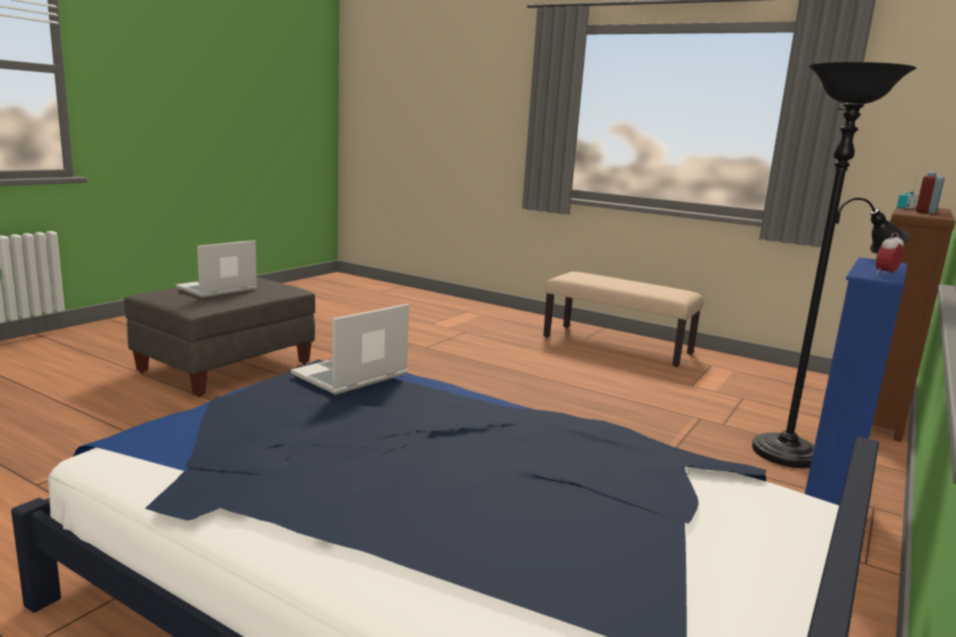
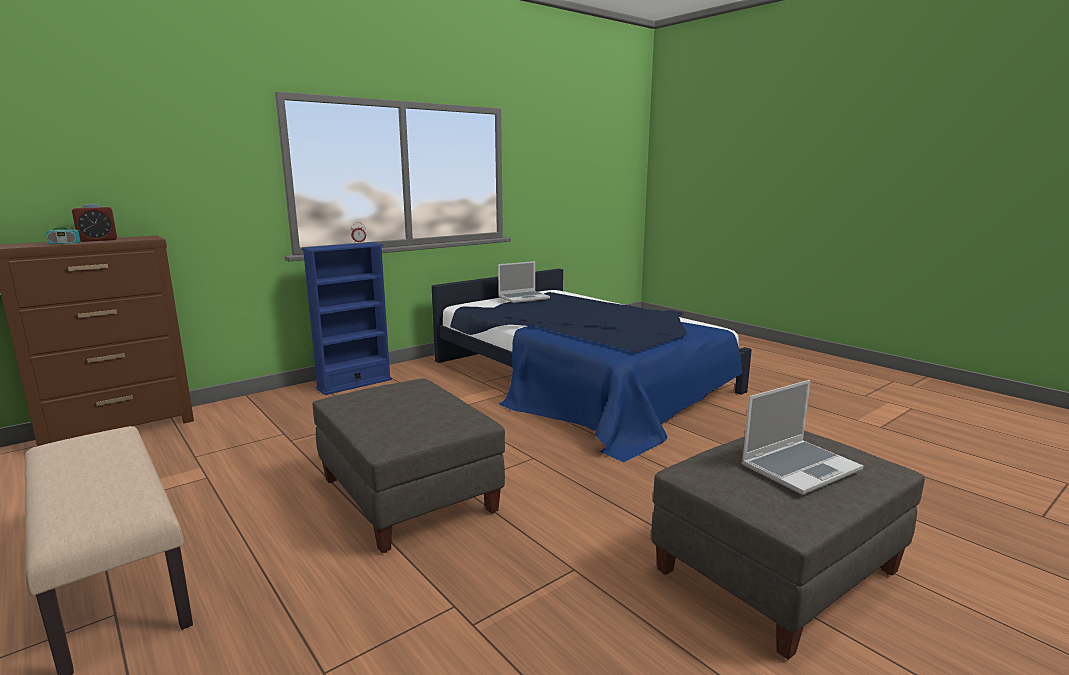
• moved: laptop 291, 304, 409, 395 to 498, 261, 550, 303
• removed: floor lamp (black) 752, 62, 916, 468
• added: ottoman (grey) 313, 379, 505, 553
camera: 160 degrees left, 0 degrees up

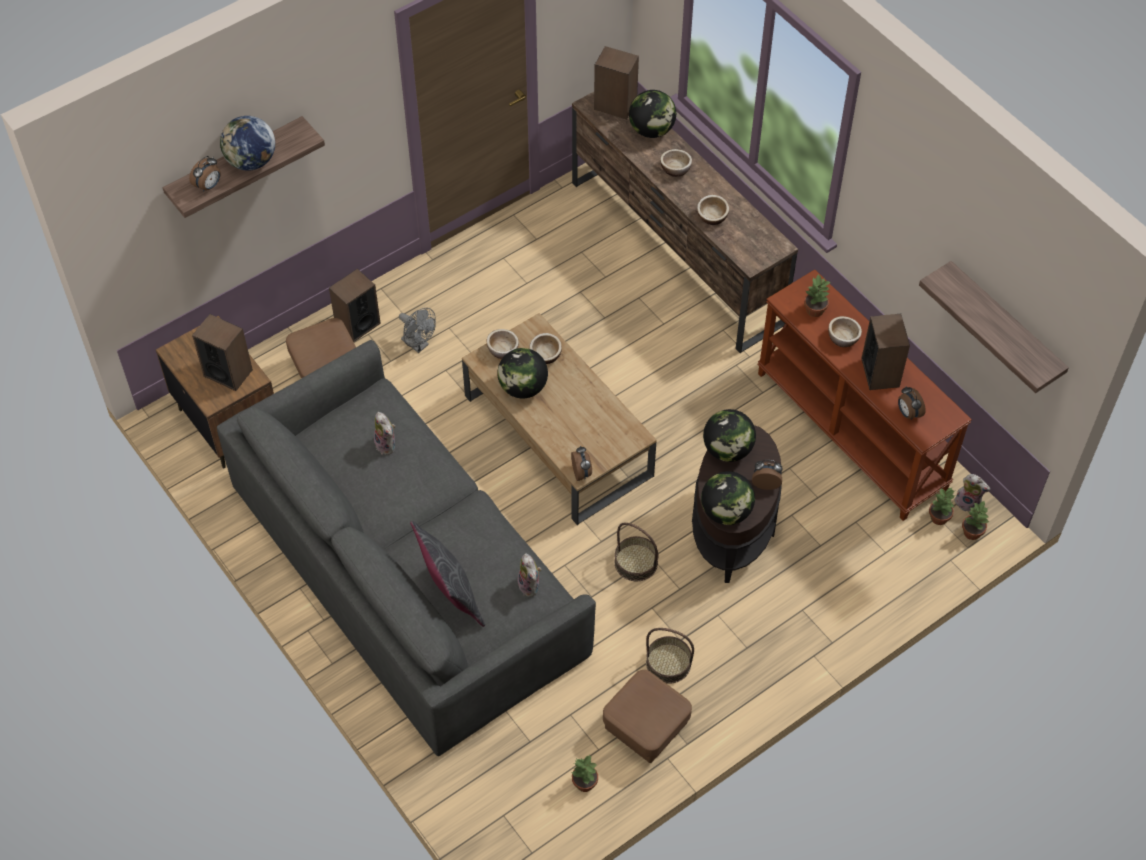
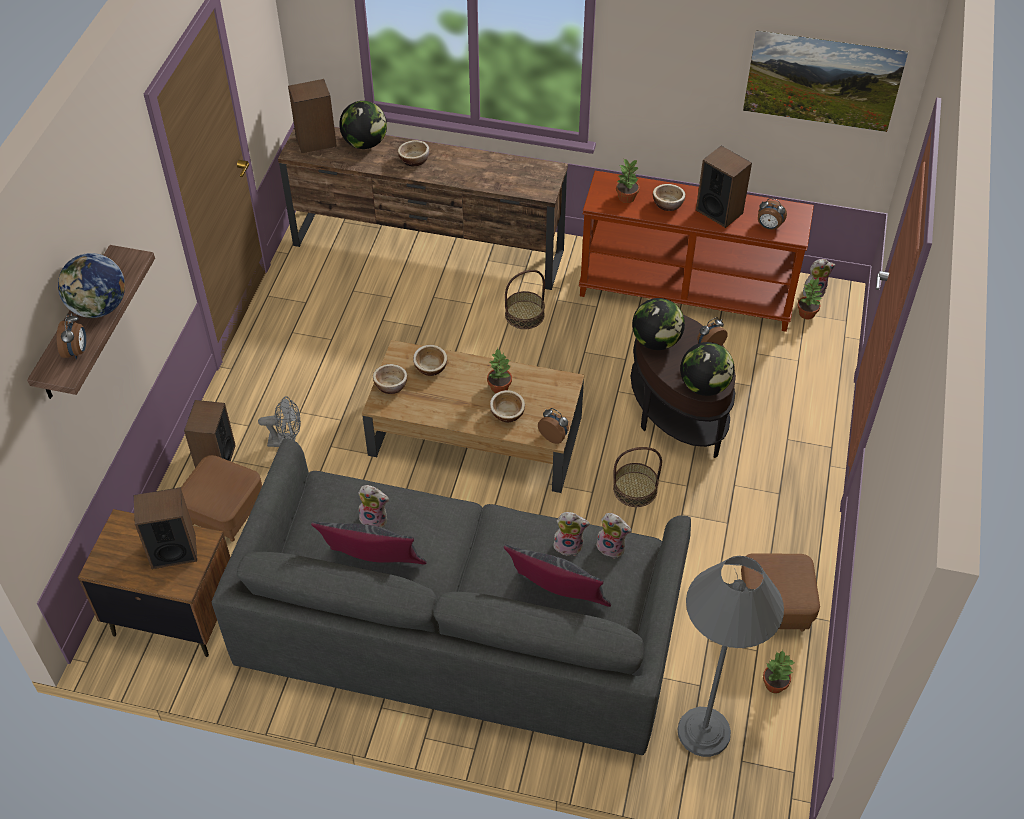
• removed: globe 497, 348, 548, 398
• moved: basket 646, 628, 694, 684 to 505, 270, 545, 329
• moved: bowl 697, 195, 729, 225 to 490, 390, 525, 422
• replaced: shelf 919, 261, 1069, 393 to picture 743, 30, 908, 132
• moved: potted plant 962, 500, 989, 540 to 487, 348, 512, 393
• added: pillow (grey) 311, 521, 427, 564
• added: plush toy 552, 512, 590, 556
• added: floor lamp (grey) 677, 556, 784, 757
camera: 40 degrees left, 5 degrees down

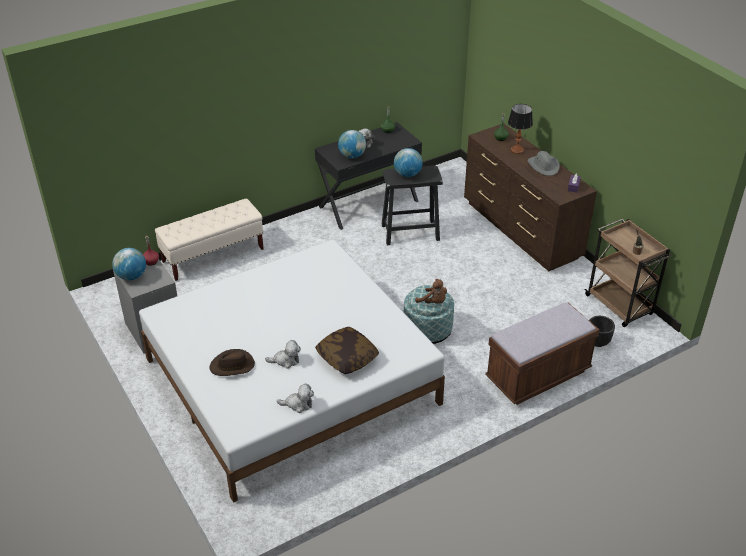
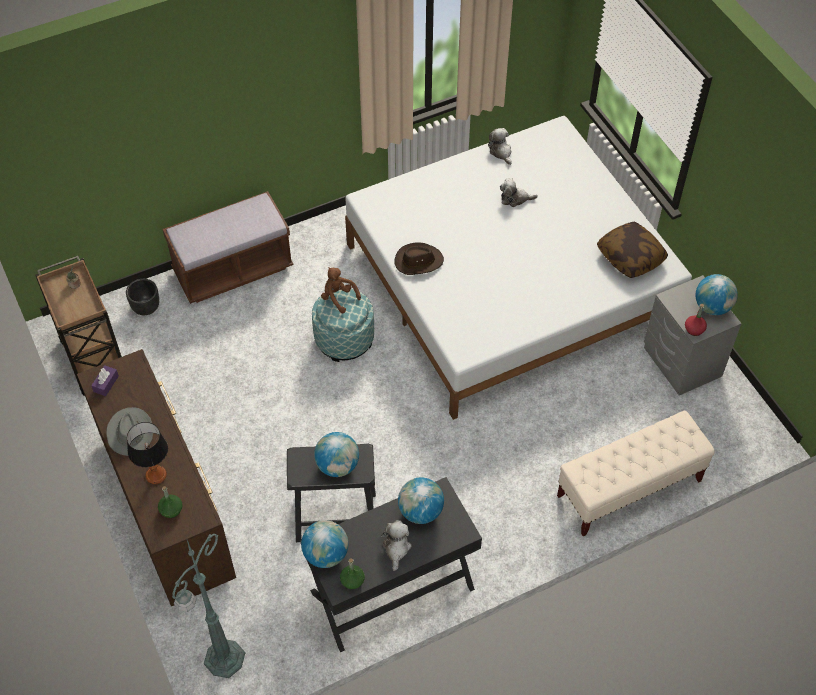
• moved: hat (brown) 209, 349, 255, 376 to 394, 242, 444, 275
• turned: plush toy 277, 384, 314, 413 = 488, 128, 512, 165 60 degrees clockwise
• moved: pillow 315, 327, 379, 374 to 597, 222, 668, 278
• added: floor lamp (green) 172, 534, 245, 678
• added: globe 301, 520, 348, 568
camera: 175 degrees left, 15 degrees up

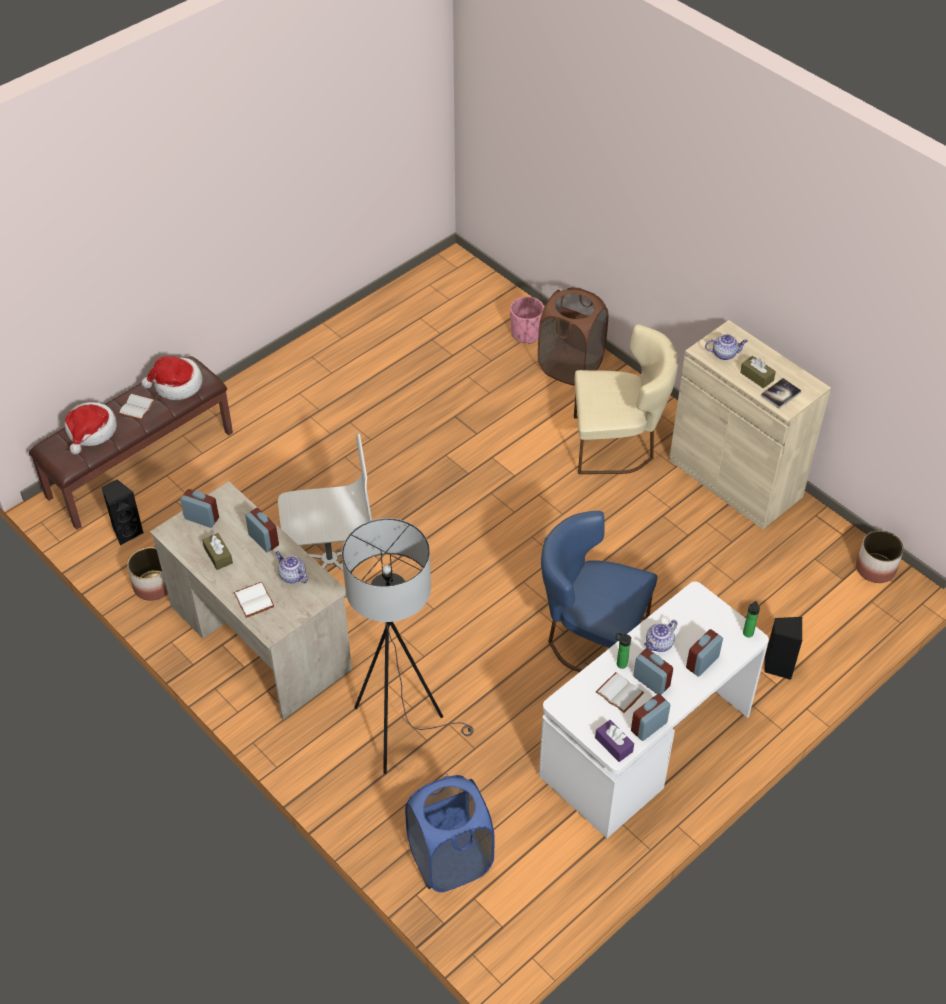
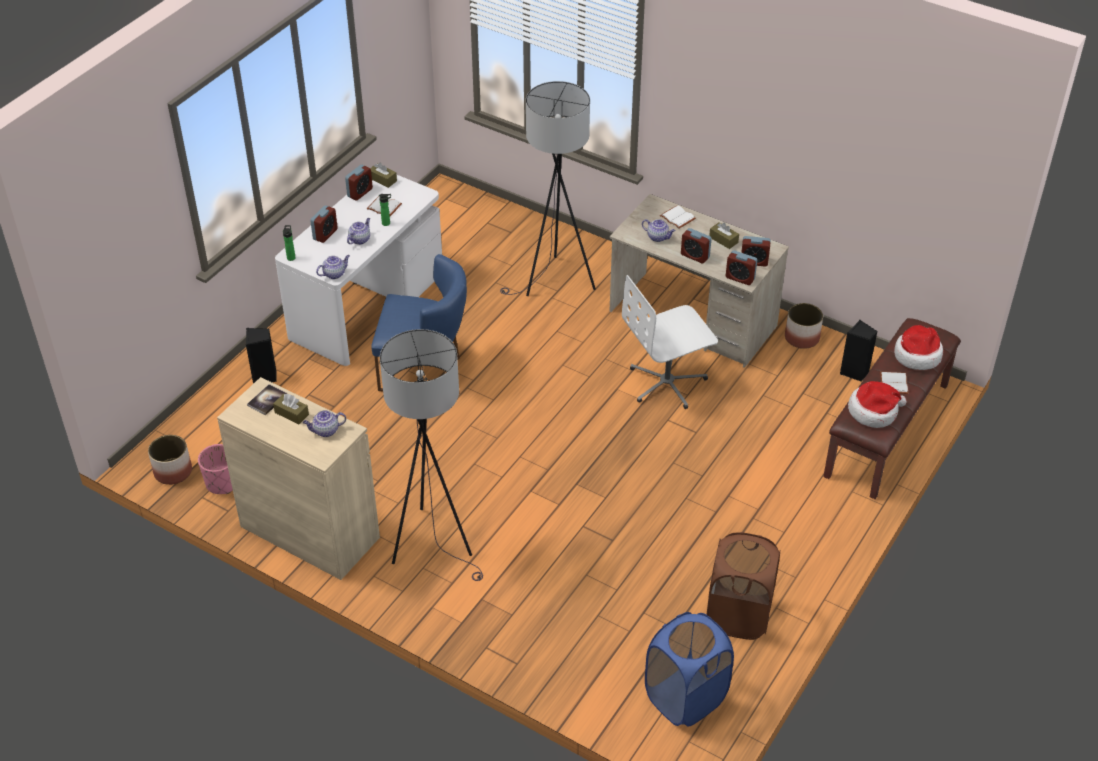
• moved: laundry basket (blue) 405, 775, 495, 892 to 645, 612, 734, 726
• moved: planter (pink) 510, 296, 544, 344 to 198, 444, 233, 494
• moved: laundry basket (brown) 538, 287, 608, 385 to 707, 532, 780, 640
• replaced: chair (beige) 574, 325, 679, 474 to floor lamp (grey) 380, 329, 483, 581
• recoloured: tissue box (purple) 595, 720, 634, 762 to tissue box (brown) 370, 163, 397, 188
• moved: alarm clock 633, 648, 673, 695 to 726, 250, 757, 285
• added: teapot 316, 255, 350, 279
camera: 165 degrees right, 5 degrees down

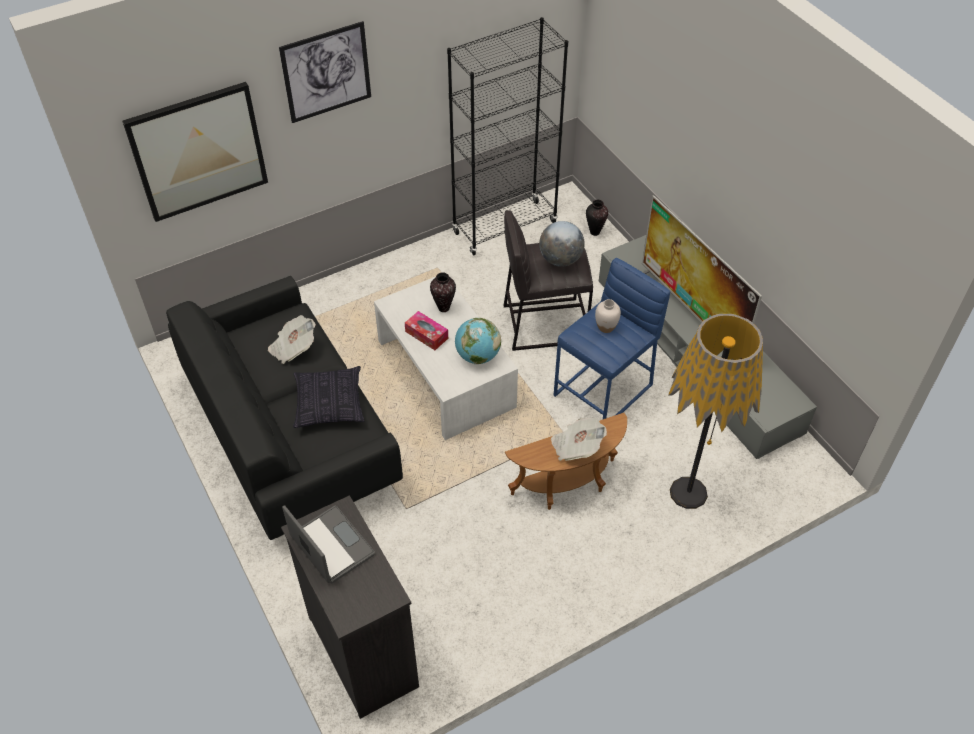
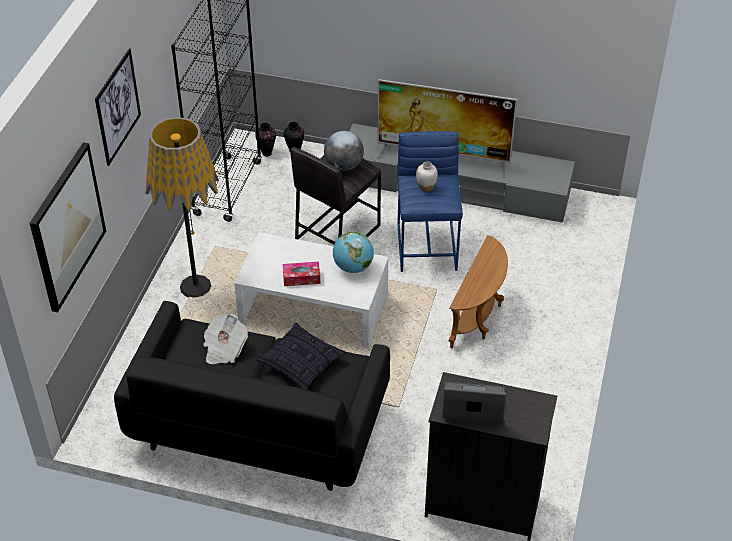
• moved: vase 430, 272, 456, 312 to 255, 123, 276, 157
• removed: newspaper 551, 417, 607, 461
• moved: floor lamp 668, 314, 763, 509 to 145, 117, 219, 298
camera: 45 degrees left, 5 degrees down

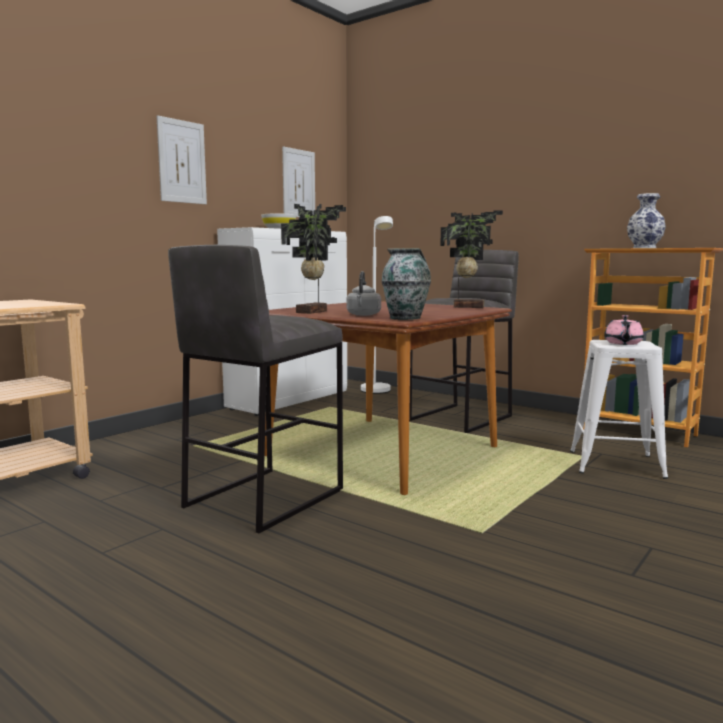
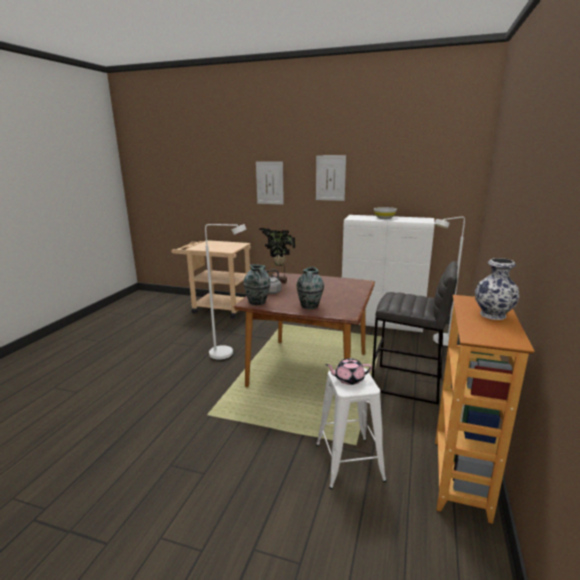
• replaced: stool (grey) 168, 245, 343, 533 to floor lamp (white) 205, 224, 246, 360
• moved: picture 282, 146, 315, 217 to 256, 161, 284, 205
• removed: potted plant 440, 210, 503, 308
• added: vase 296, 266, 324, 309
camera: 70 degrees right, 10 degrees up

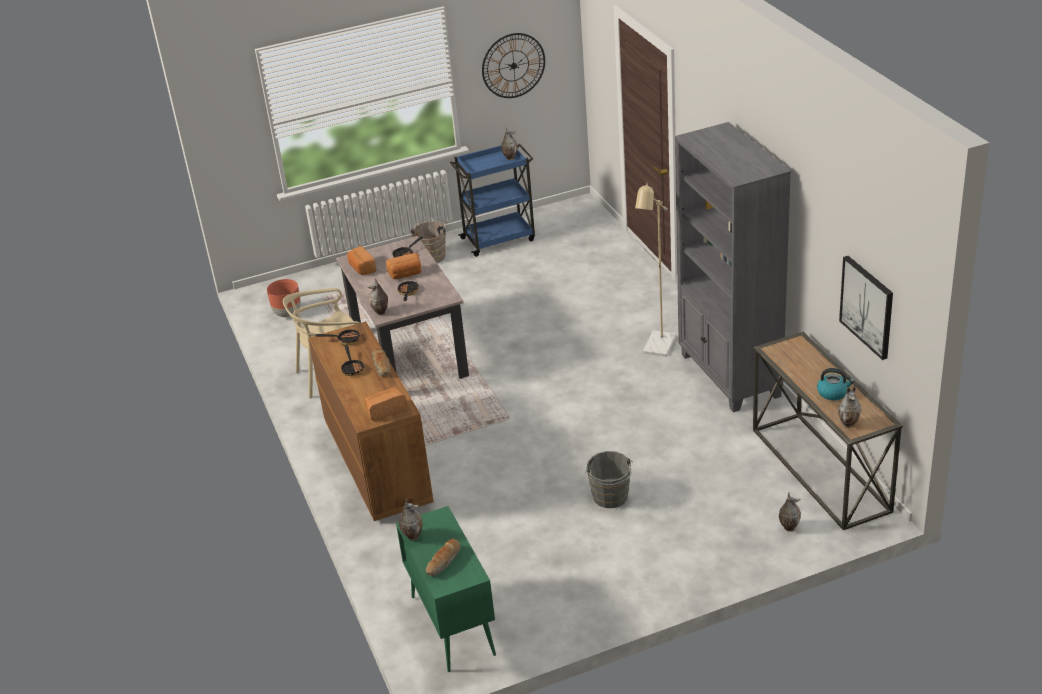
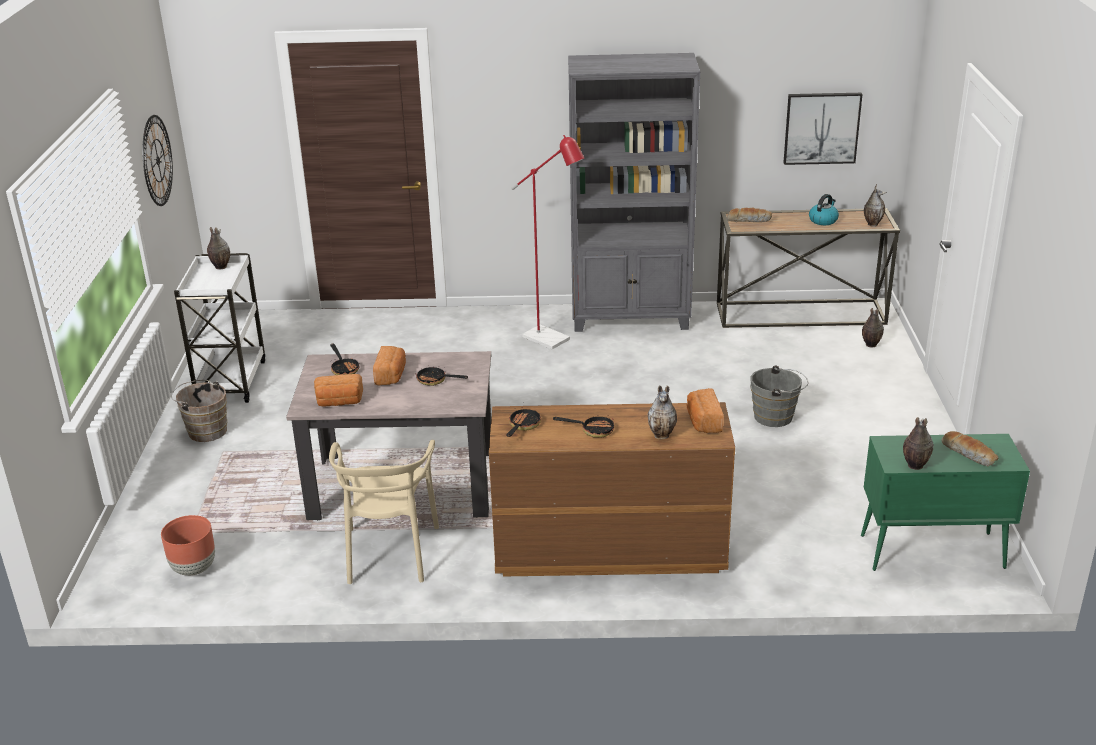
• moved: vase 367, 278, 388, 315 to 648, 385, 677, 439
• moved: bread 372, 347, 390, 377 to 727, 208, 772, 222
• recoloured: cart (blue) 450, 144, 535, 257 to cart (white) 174, 253, 265, 403
• recoloured: floor lamp (beige) 635, 183, 676, 357 to floor lamp (red) 511, 135, 584, 349
camera: 70 degrees left, 5 degrees down

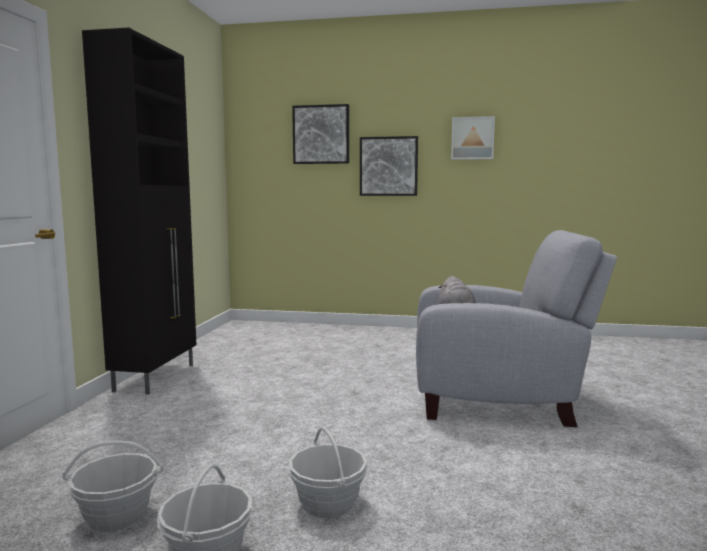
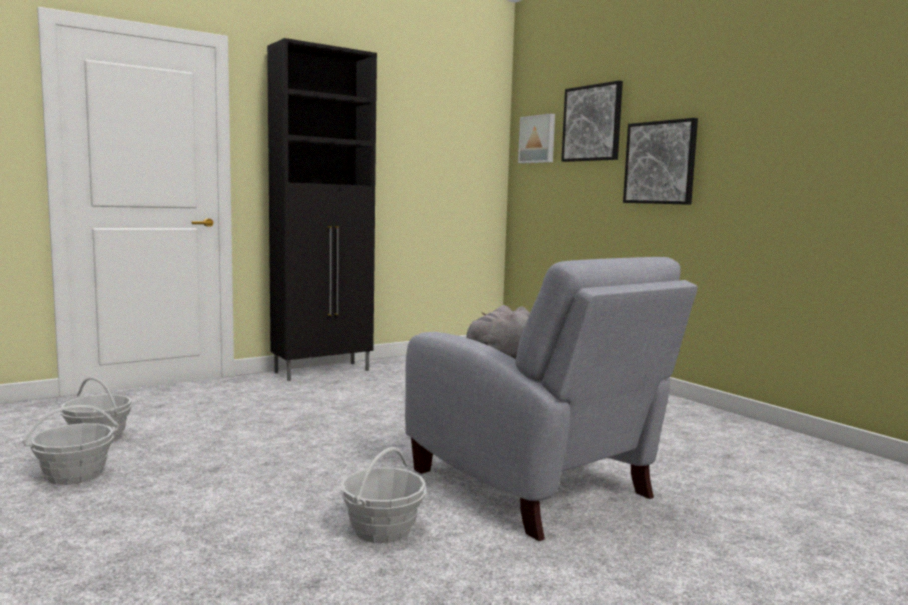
• moved: basket 289, 426, 368, 518 to 340, 447, 426, 543
• moved: picture 451, 116, 495, 160 to 518, 114, 555, 163
camera: 45 degrees right, 0 degrees up

